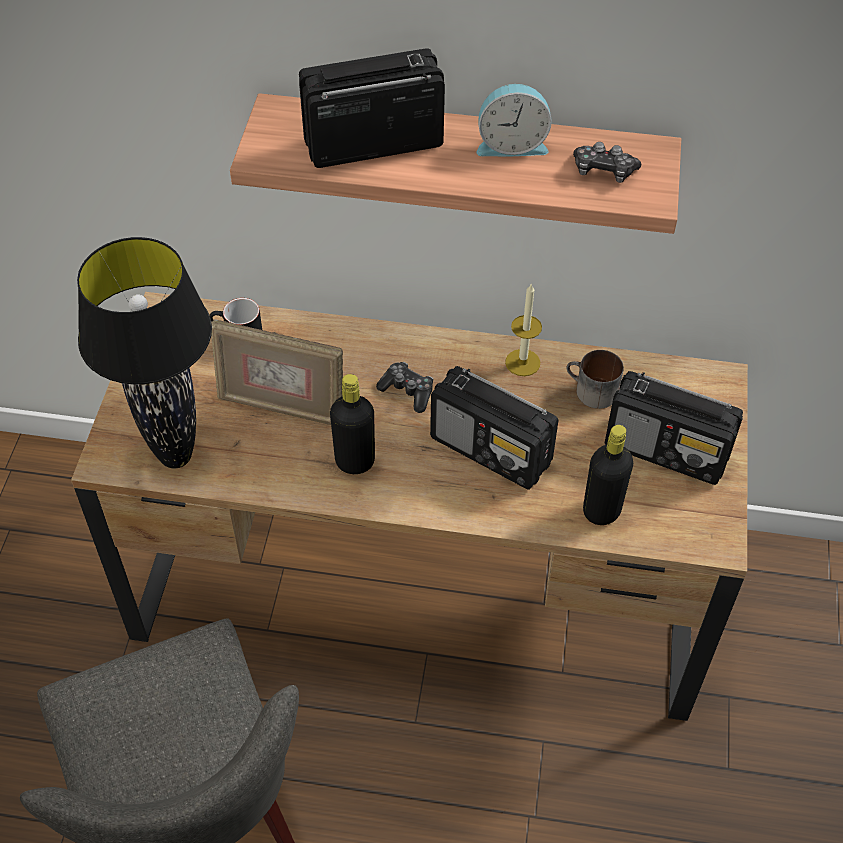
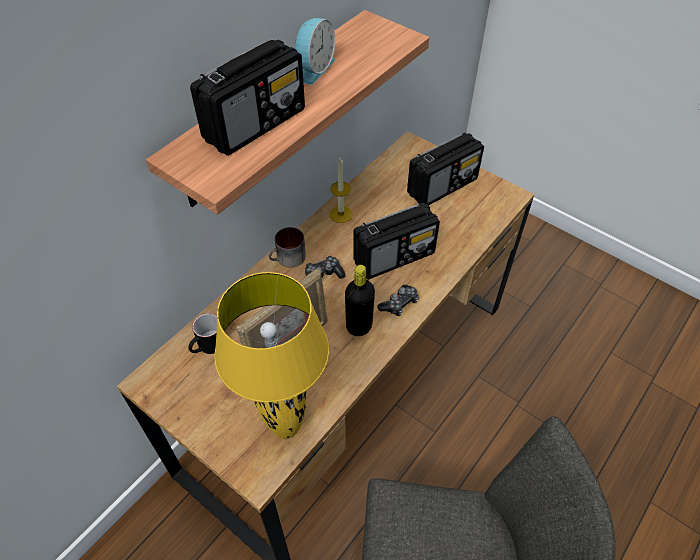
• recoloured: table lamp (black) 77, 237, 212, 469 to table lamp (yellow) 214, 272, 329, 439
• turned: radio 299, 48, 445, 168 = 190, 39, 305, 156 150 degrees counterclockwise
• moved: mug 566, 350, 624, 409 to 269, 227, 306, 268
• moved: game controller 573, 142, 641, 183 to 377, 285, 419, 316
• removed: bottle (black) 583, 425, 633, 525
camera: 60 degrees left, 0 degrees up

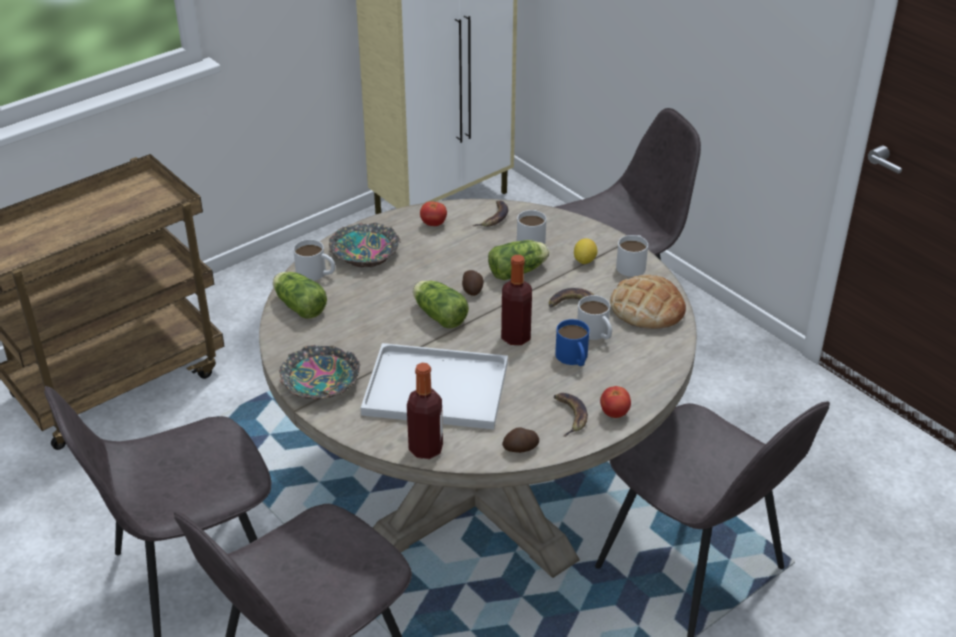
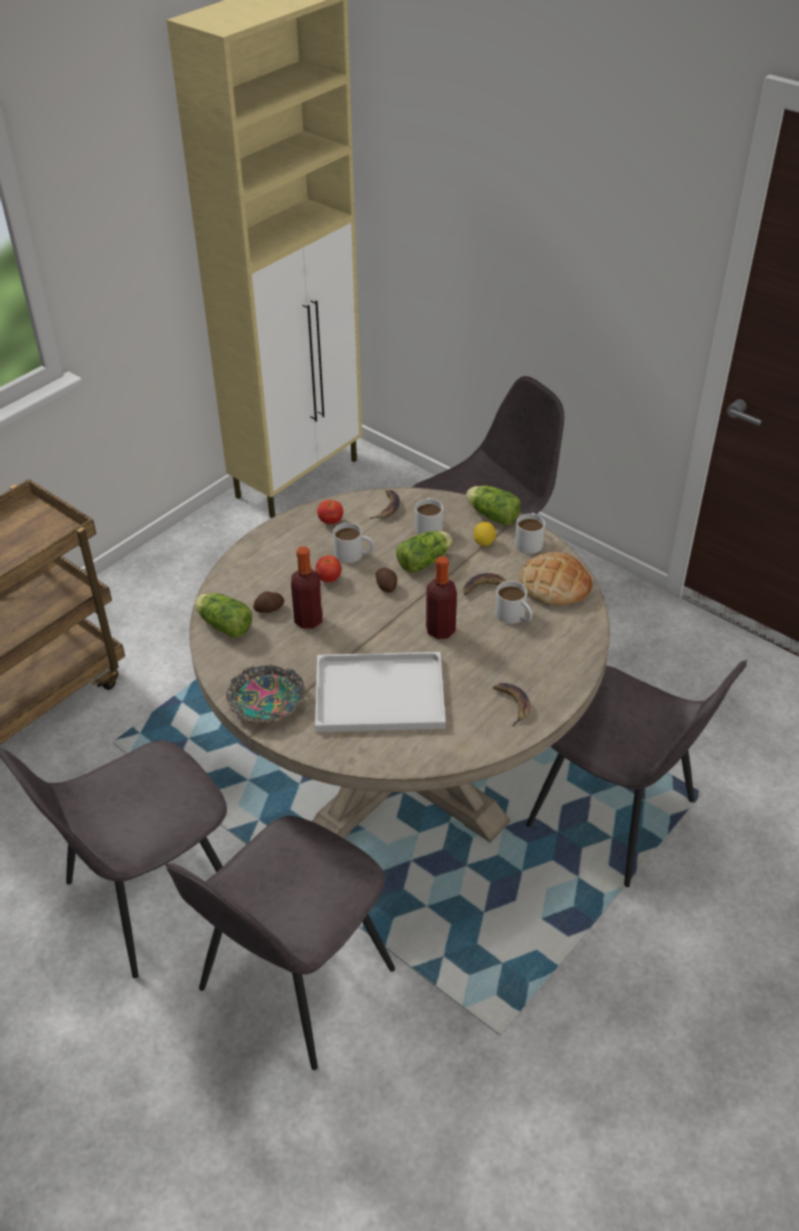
• moved: mug (white) 293, 239, 335, 281 to 333, 523, 374, 563
• removed: bowl 329, 222, 401, 267
• moved: bottle 407, 363, 443, 459 to 291, 546, 323, 629
• moved: lettuce 413, 281, 469, 328 to 466, 486, 521, 526
• moved: potato 502, 427, 539, 453 to 253, 592, 284, 613
• removed: mug (blue) 555, 319, 589, 366
• moved: tomato 600, 386, 631, 418 to 315, 555, 342, 583
camera: 10 degrees left, 5 degrees up

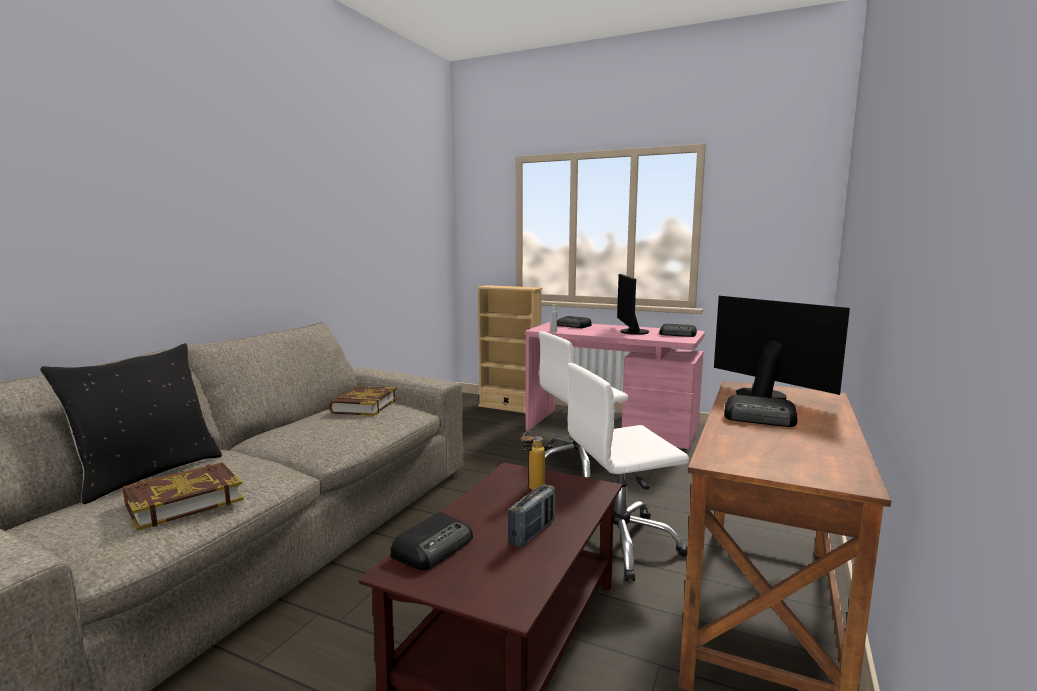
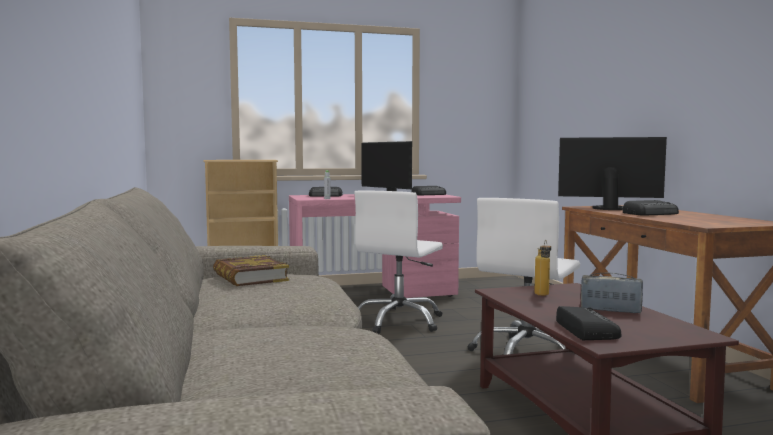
• removed: pillow (black) 40, 343, 222, 504
• removed: book 123, 462, 244, 531
• turned: radio 508, 484, 556, 548 = 581, 273, 643, 313 60 degrees counterclockwise
camera: 40 degrees left, 5 degrees down

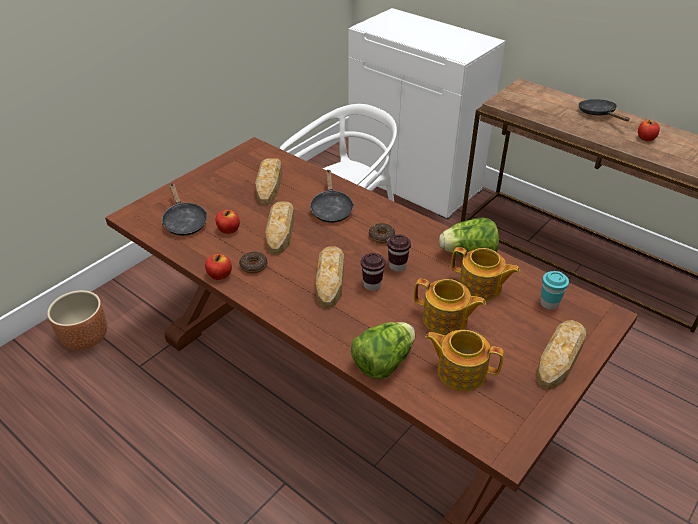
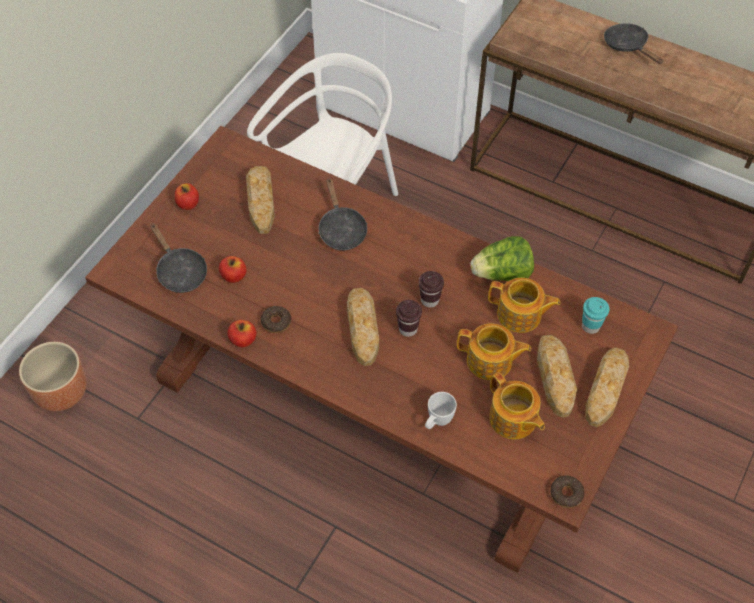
• moved: bread 265, 202, 294, 255 to 537, 335, 577, 417
• replaced: lettuce 351, 322, 415, 379 to mug (white) 425, 392, 457, 429
• moved: donut 369, 223, 395, 243 to 550, 475, 585, 508
• turned: teapot 425, 330, 504, 391 = 489, 372, 545, 439 135 degrees counterclockwise
• moved: apple 638, 120, 660, 141 to 175, 183, 199, 210
camera: 10 degrees left, 15 degrees up

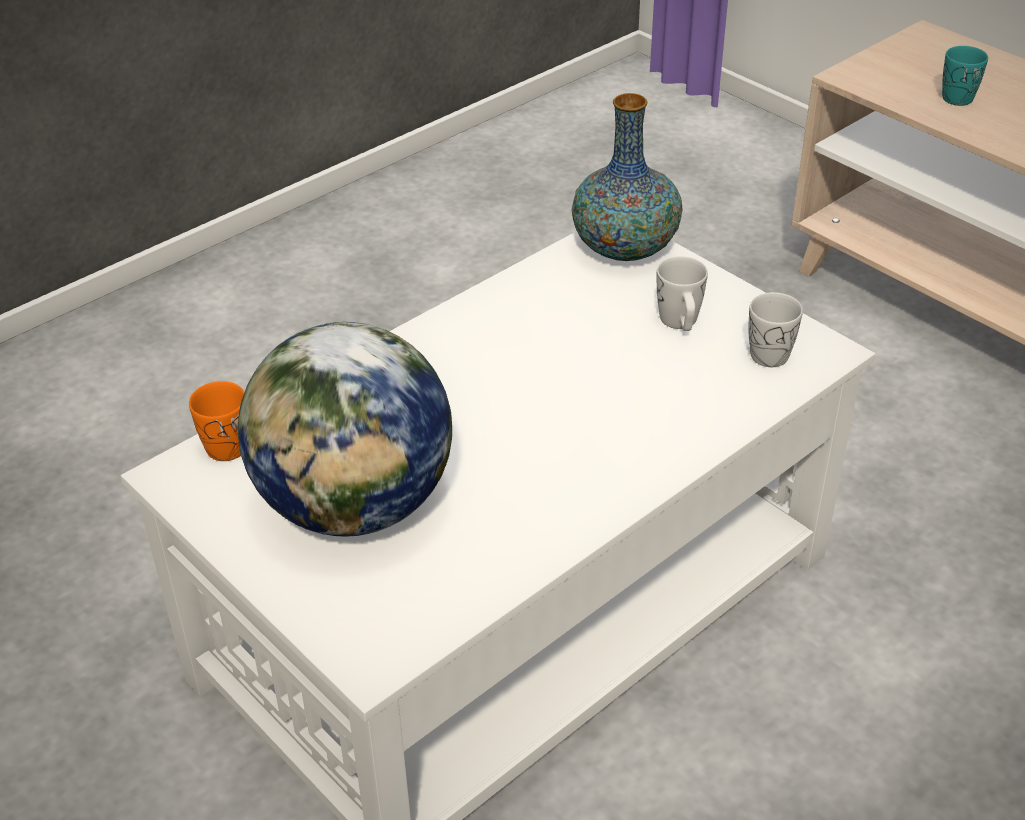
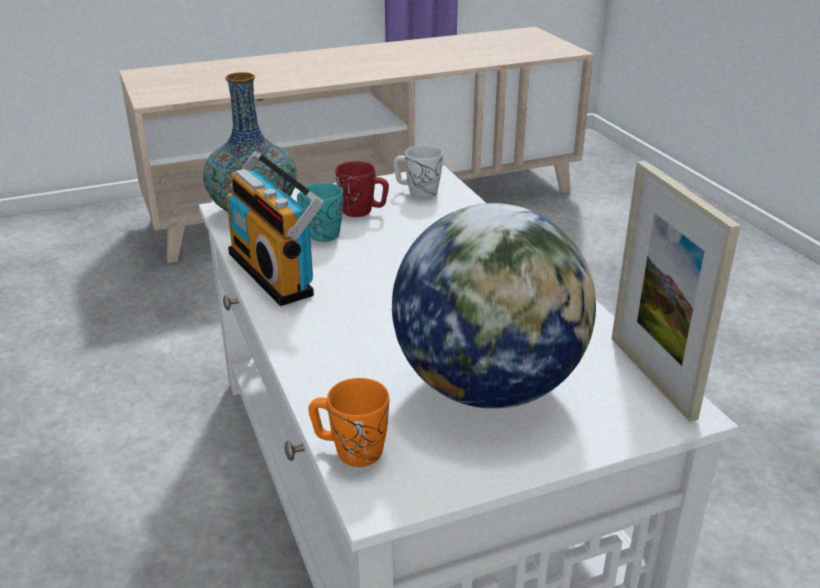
• recoloured: mug (white) 657, 256, 708, 331 to mug (red) 336, 161, 389, 217
• moved: mug (turquoise) 942, 46, 988, 106 to 297, 183, 343, 242
• added: radio 226, 151, 323, 306
• added: picture frame 612, 161, 741, 422
camera: 70 degrees left, 10 degrees down

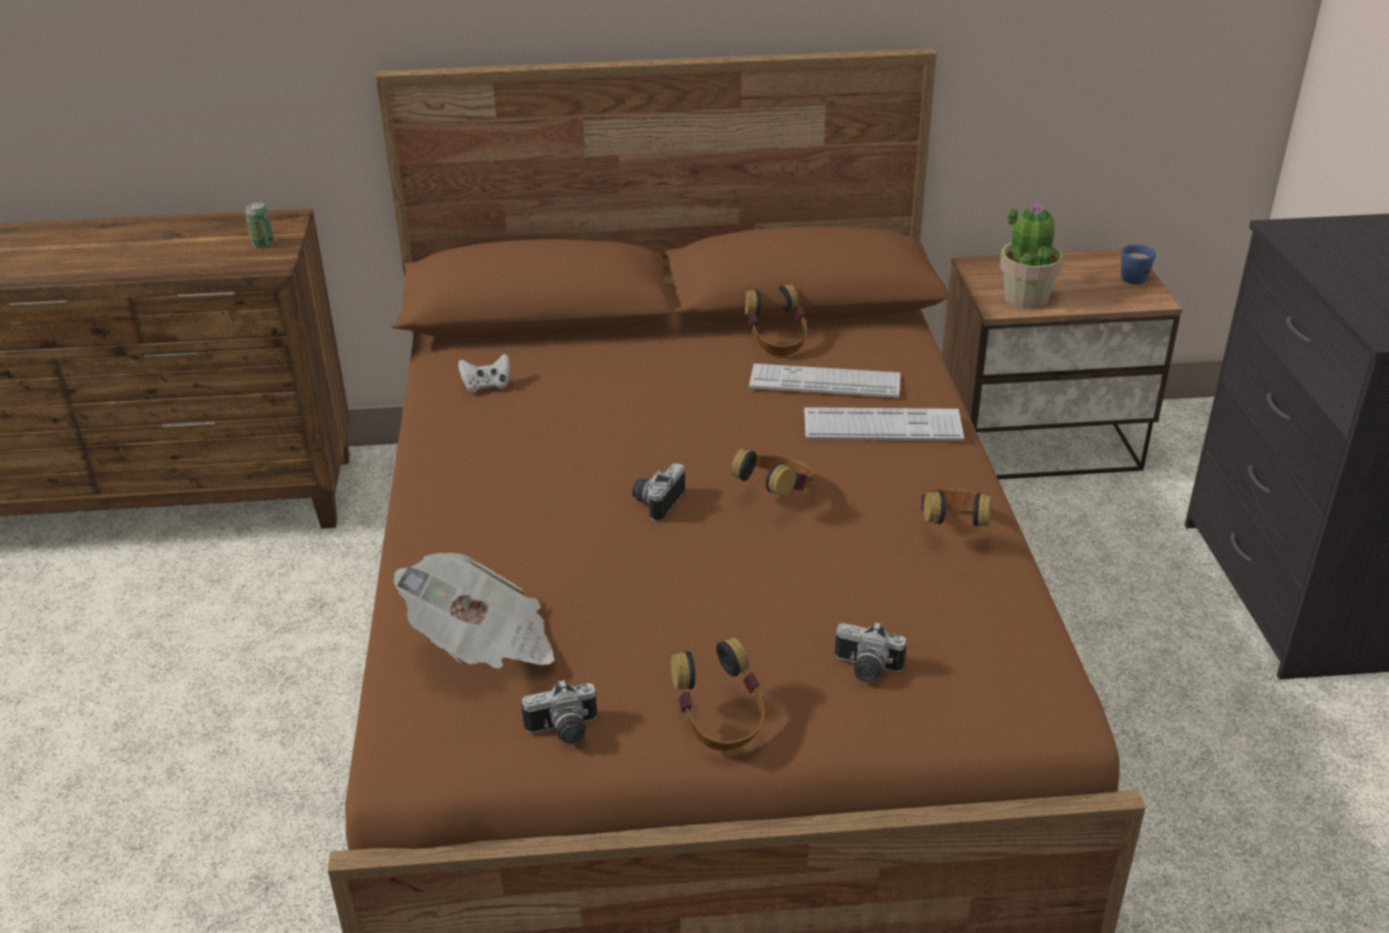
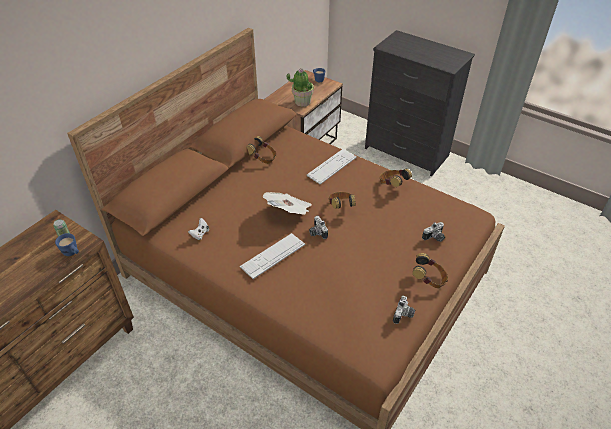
• moved: newspaper 394, 553, 555, 669 to 263, 192, 312, 215
• moved: keyboard 749, 364, 900, 398 to 240, 233, 305, 279
• added: mug (blue) 55, 233, 79, 256
camera: 50 degrees left, 10 degrees up

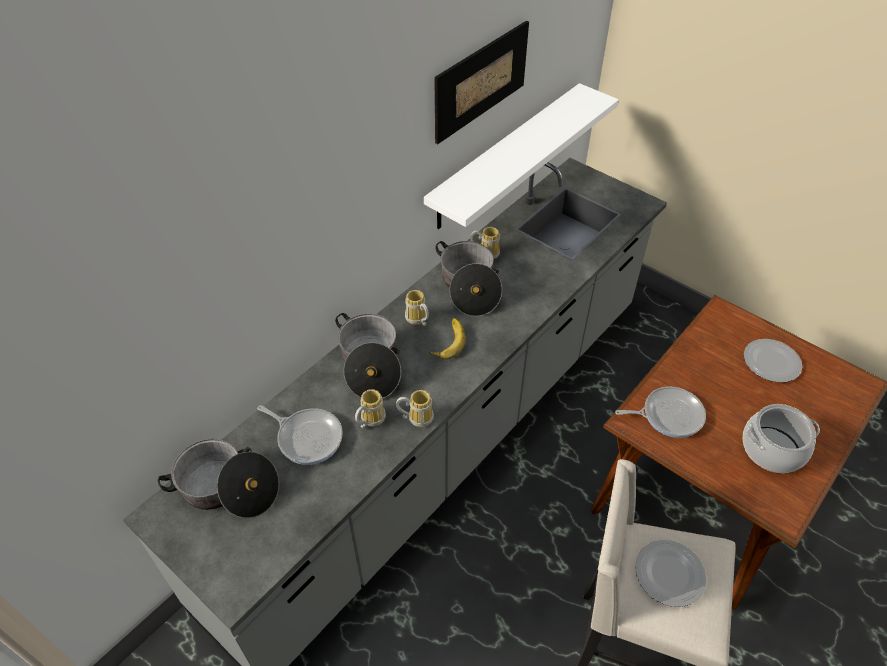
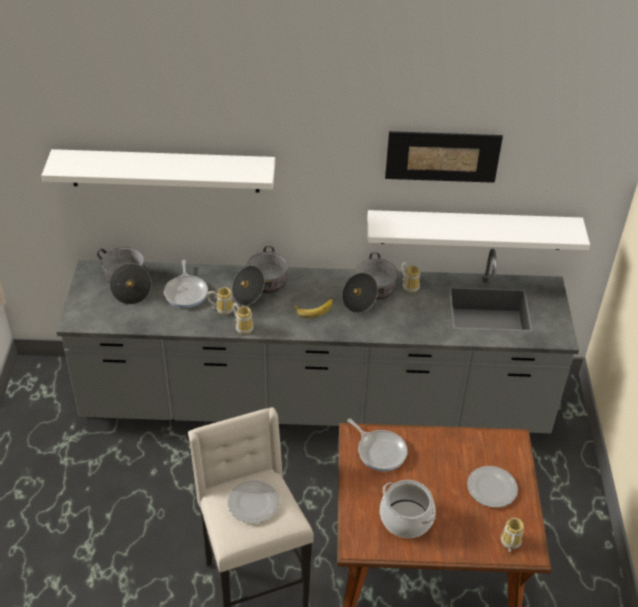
• moved: mug 405, 290, 429, 326 to 501, 518, 524, 552
• added: shelf (white) 41, 149, 275, 193
camera: 50 degrees right, 5 degrees down

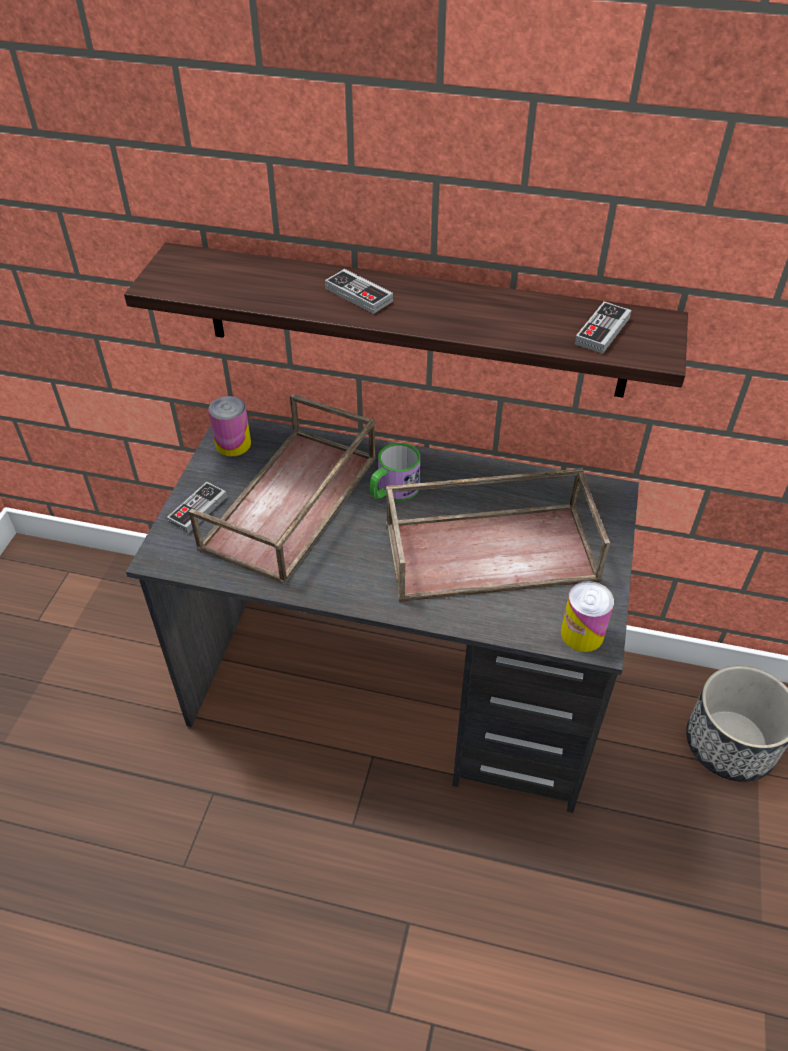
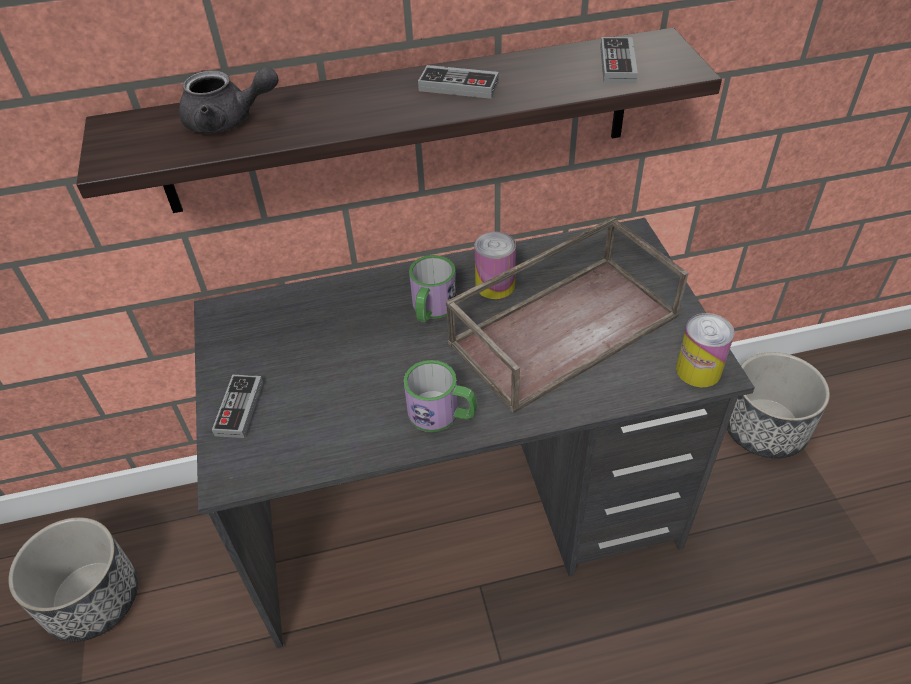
• removed: tray (brown) 189, 394, 376, 585
• moved: can 209, 396, 251, 456 to 475, 232, 516, 299
• moved: game controller 325, 269, 393, 314 to 418, 65, 499, 99
• added: planter 8, 517, 138, 642
• added: teapot (grey) 179, 67, 278, 133
• added: mug 404, 360, 477, 432
camera: 25 degrees left, 0 degrees up

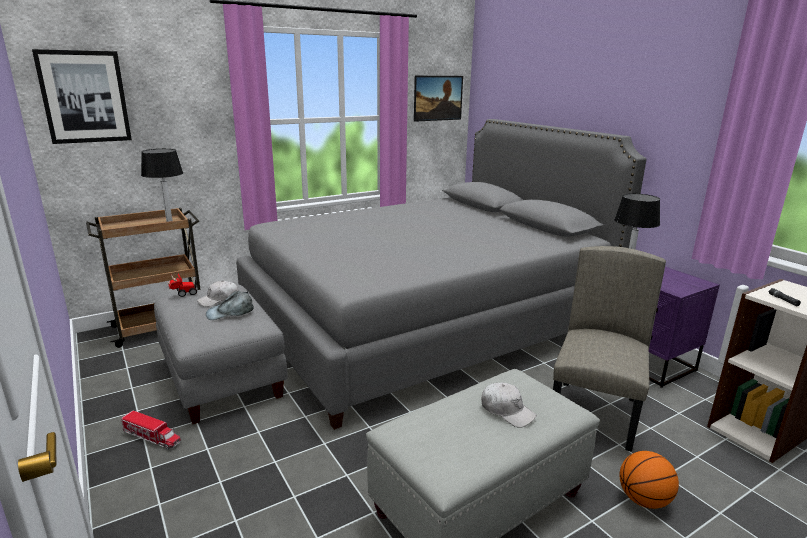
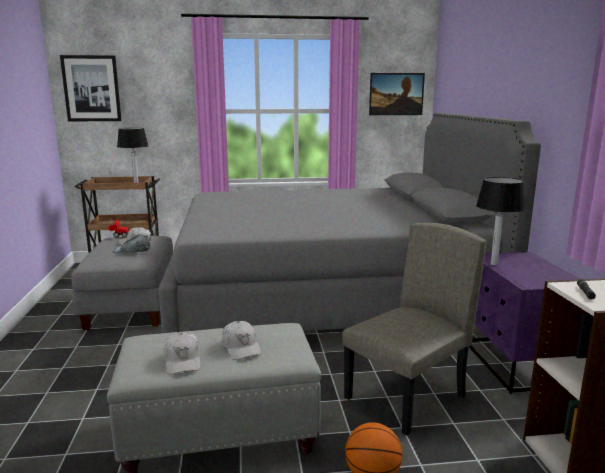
• removed: toy truck 121, 411, 181, 450
• added: cap (white) 164, 333, 201, 374
camera: 25 degrees right, 5 degrees down

